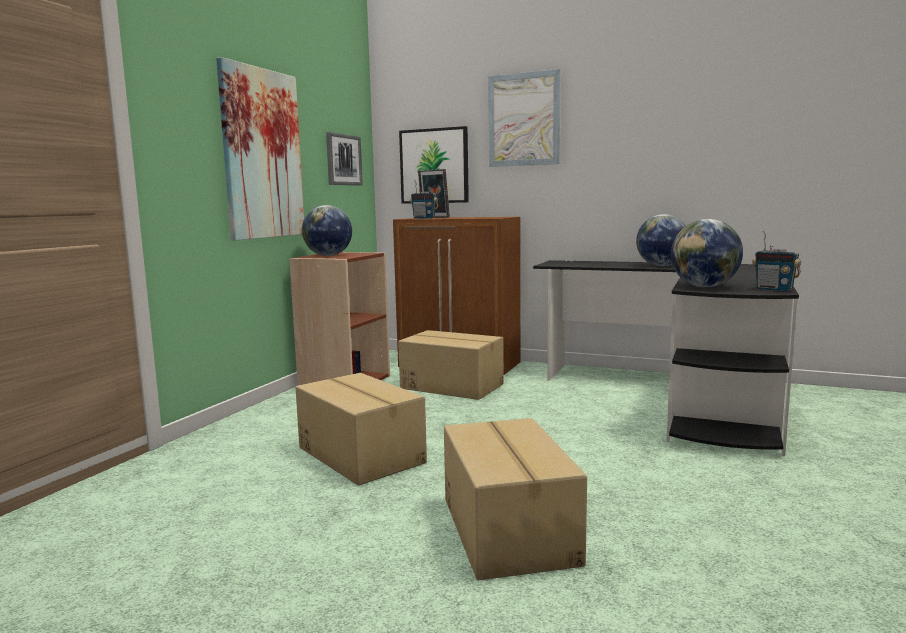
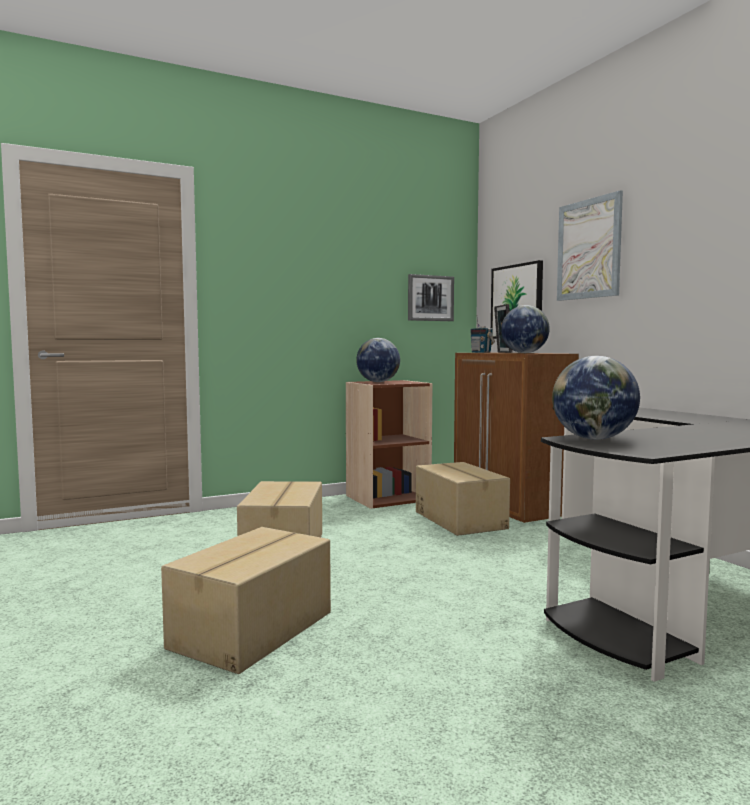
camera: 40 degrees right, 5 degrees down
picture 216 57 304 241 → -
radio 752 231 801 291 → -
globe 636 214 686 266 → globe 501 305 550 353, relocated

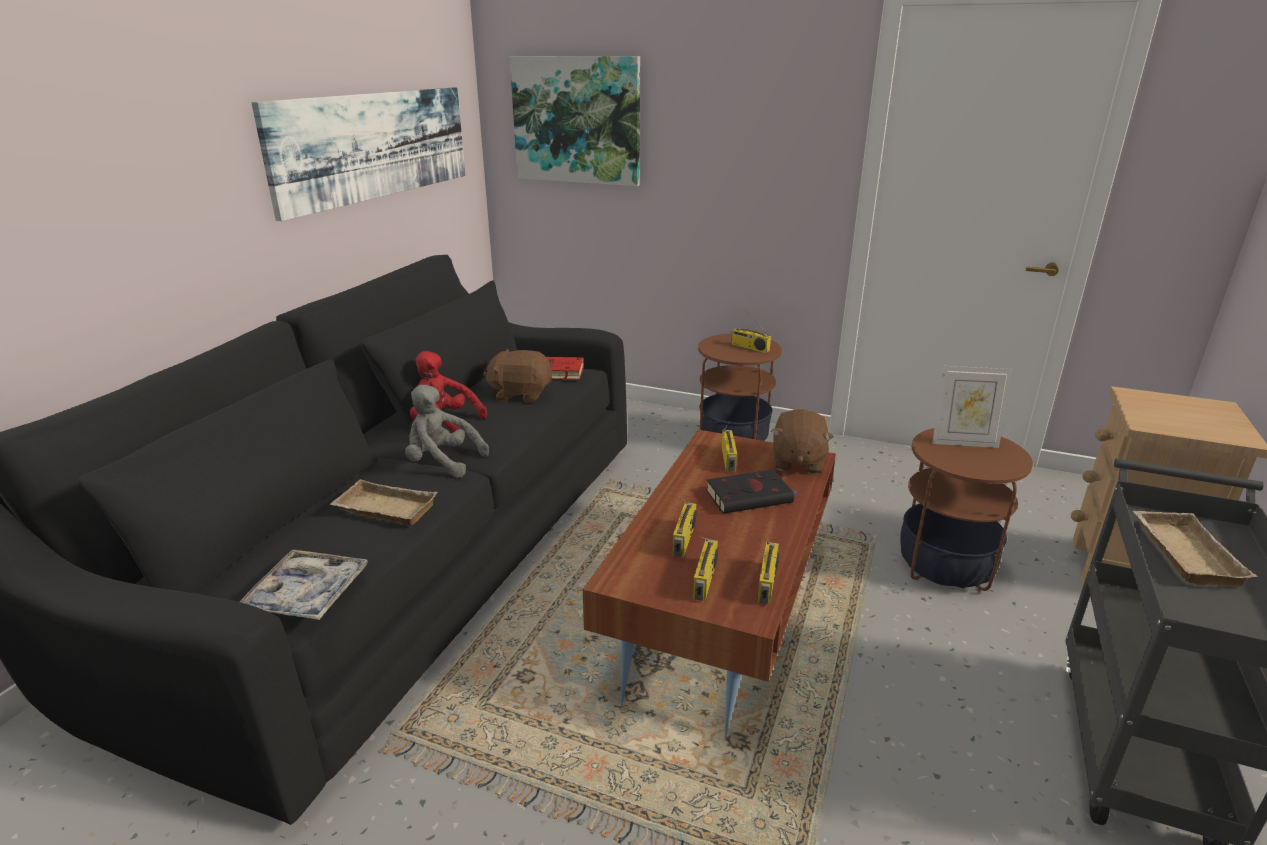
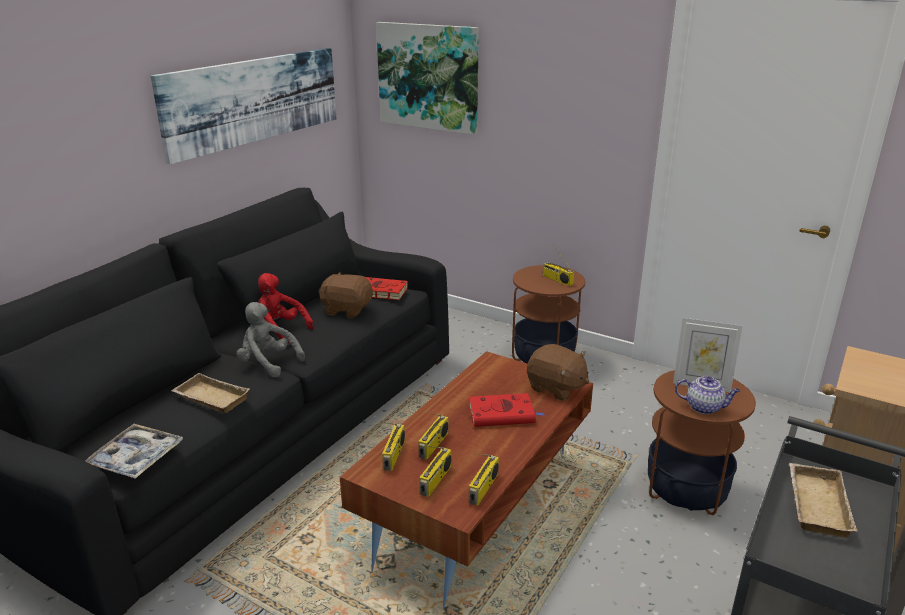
camera: 10 degrees right, 0 degrees up
- → teapot 675 376 740 414
radio 721 421 737 472 → radio 382 422 405 471, relocated
black book 706 470 798 514 → red book 469 393 544 427
brown plush toy 771 409 834 475 → brown plush toy 527 344 589 401, 75 degrees counterclockwise

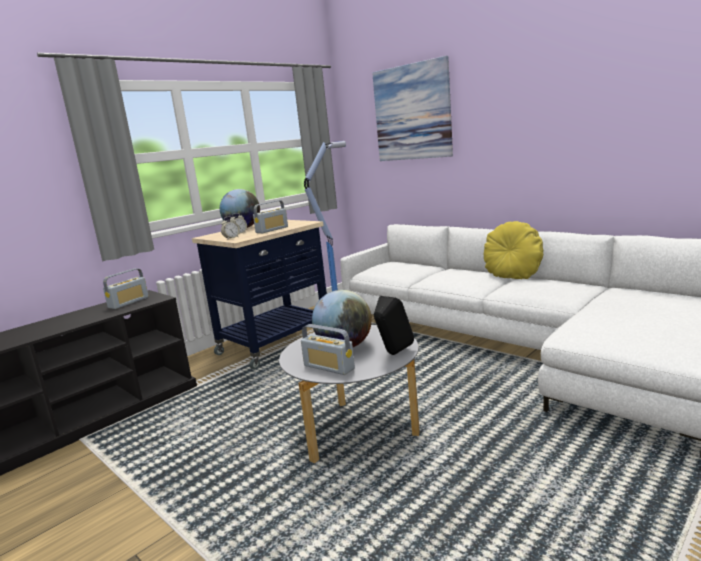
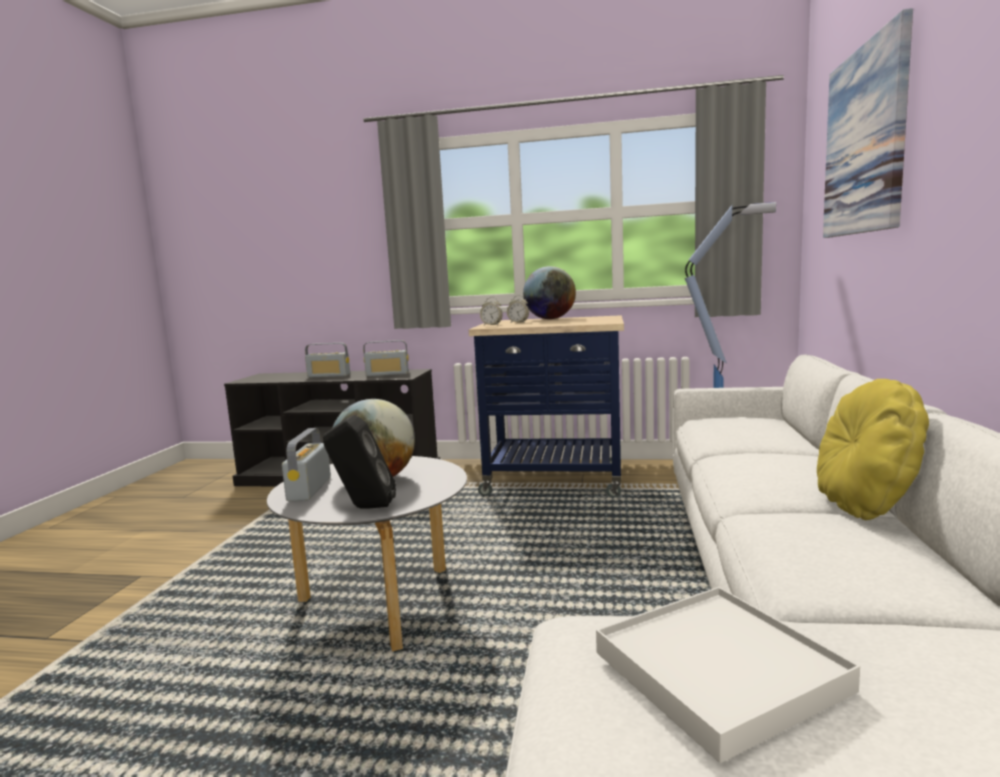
camera: 55 degrees right, 5 degrees down
- → white tray 596 587 860 763
radio 253 200 288 233 → radio 305 343 350 377, relocated

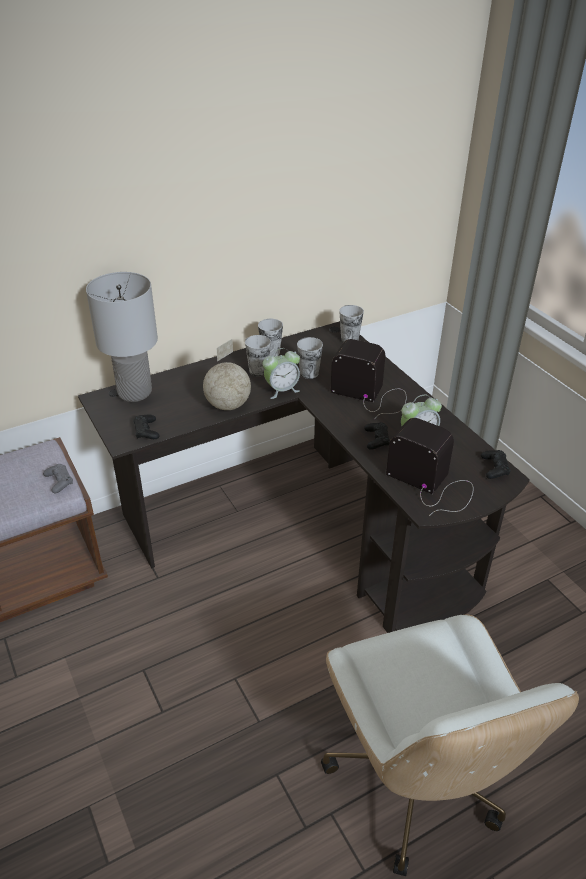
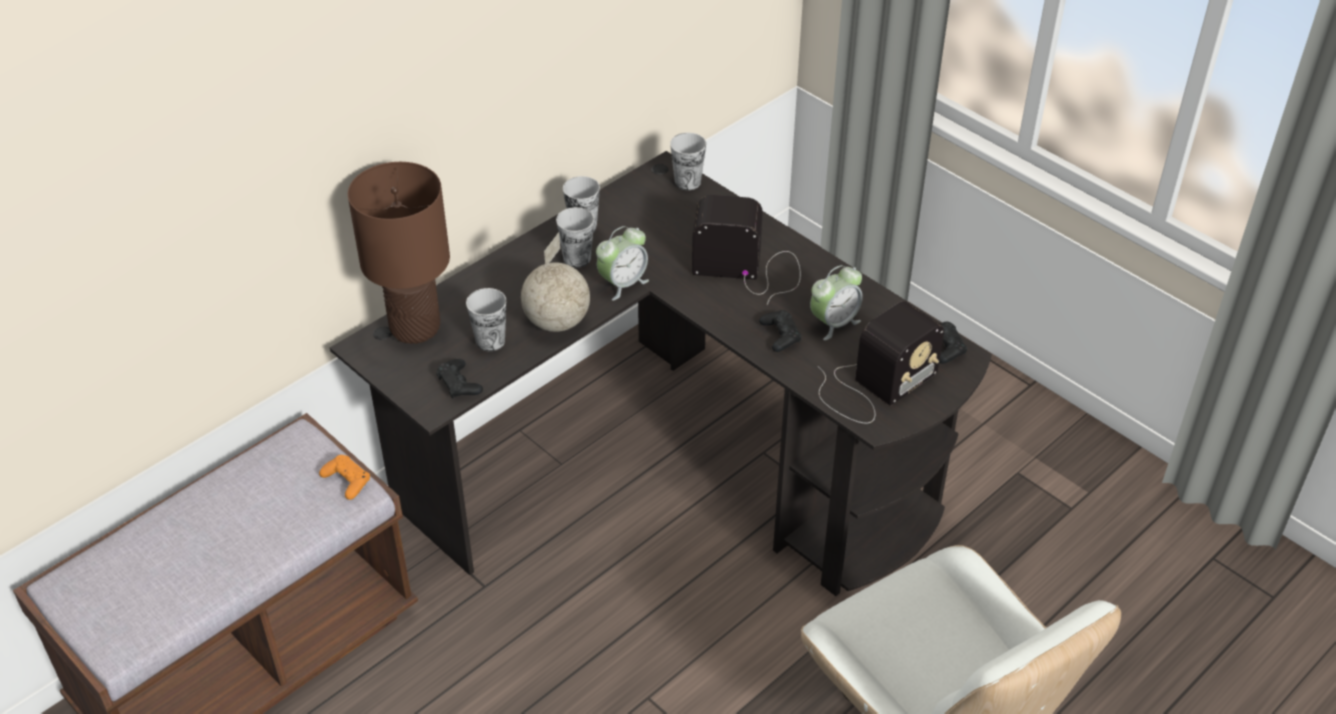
camera: 15 degrees left, 5 degrees up
cup 297 337 323 379 → cup 466 288 507 351, relocated
grey game controller 43 464 73 494 → orange game controller 319 455 370 500
grey table lamp 86 272 158 402 → brown table lamp 348 162 450 344
radio 386 418 474 516 → radio 817 301 944 424, 120 degrees clockwise

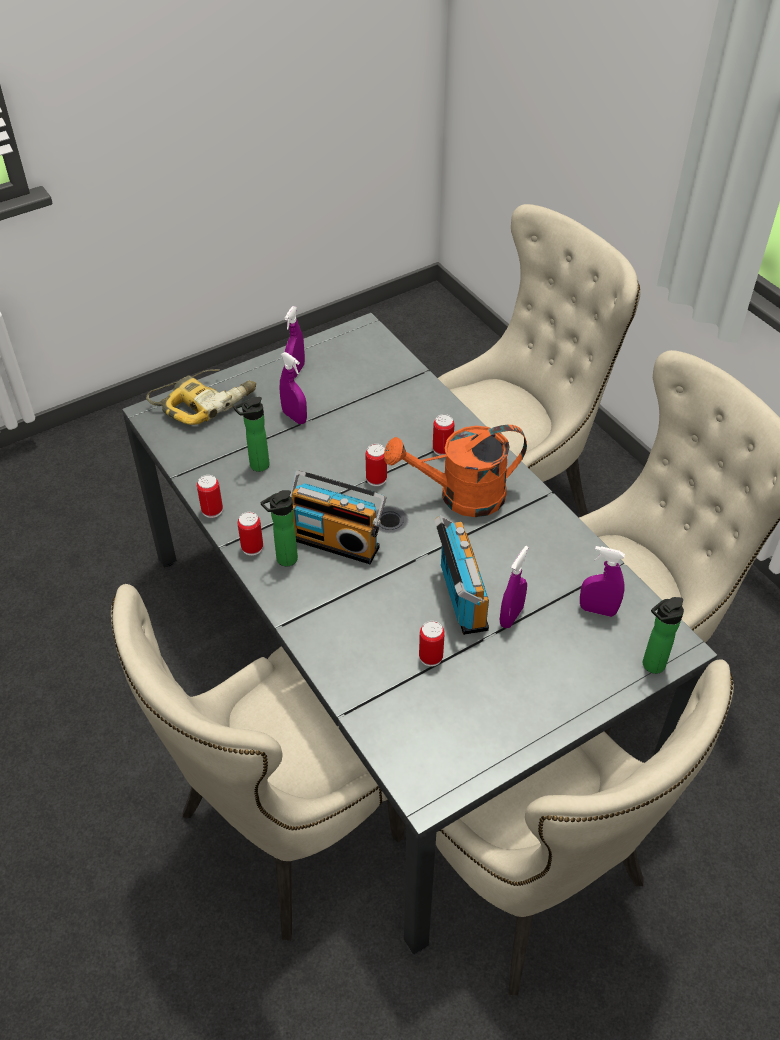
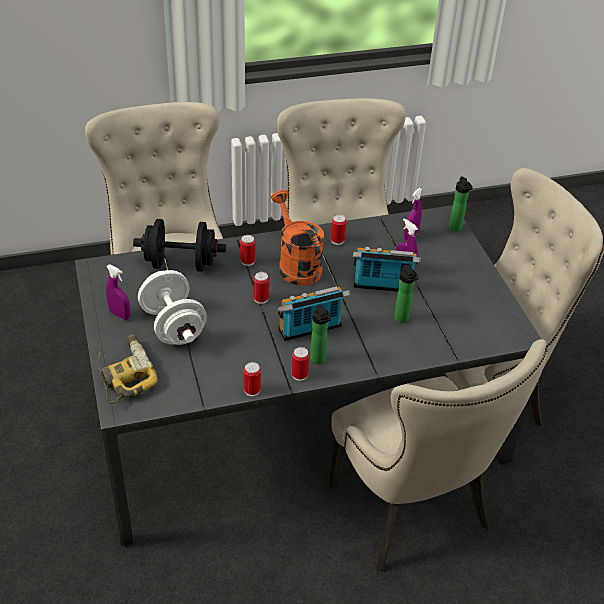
camera: 75 degrees left, 5 degrees down
- → black dumbbell 133 219 226 272
bottle 233 397 270 472 → bottle 394 264 419 323, relocated
can 419 621 445 667 → can 330 214 346 245, relocated
purple spray bottle 280 352 307 424 → white dumbbell 138 270 207 345
radio 290 470 386 564 → radio 278 286 350 341, 150 degrees counterclockwise
orange watering can 384 425 527 517 → orange watering can 271 190 324 286, 150 degrees clockwise

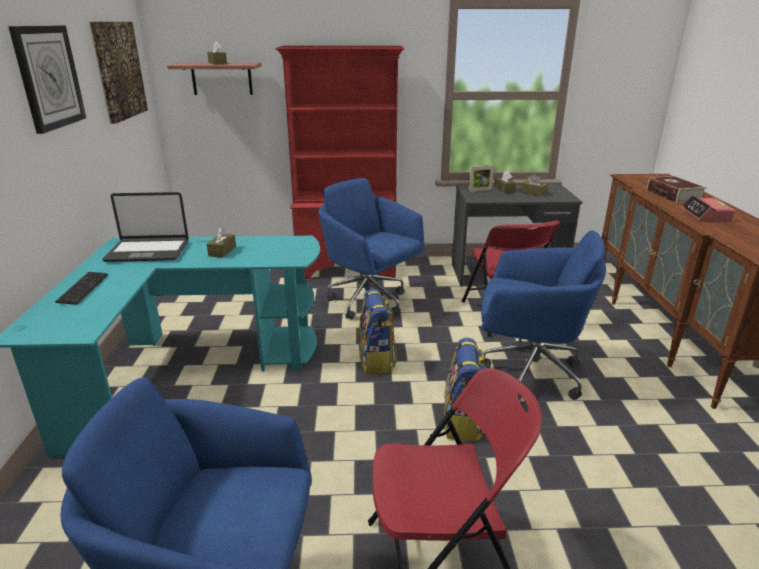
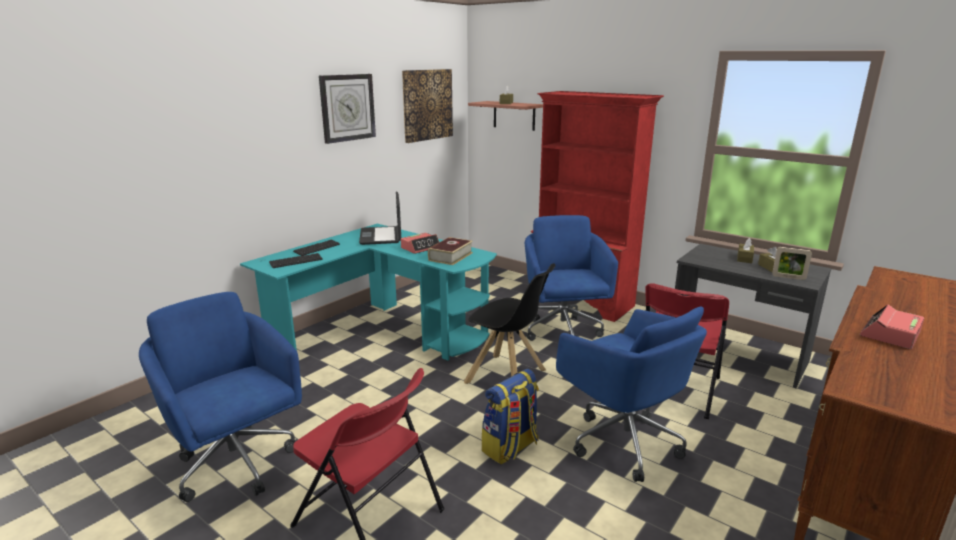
camera: 40 degrees right, 5 degrees down
- → keyboard 269 253 323 268
picture frame 469 165 494 192 → picture frame 772 247 812 280, relocated
book 647 176 707 203 → book 428 237 473 265, relocated
brown tissue box 207 227 236 258 → alarm clock 401 233 439 254
backpack 357 288 397 375 → black chair 464 263 555 384
laptop 103 192 189 262 → laptop 359 192 401 245, 45 degrees clockwise

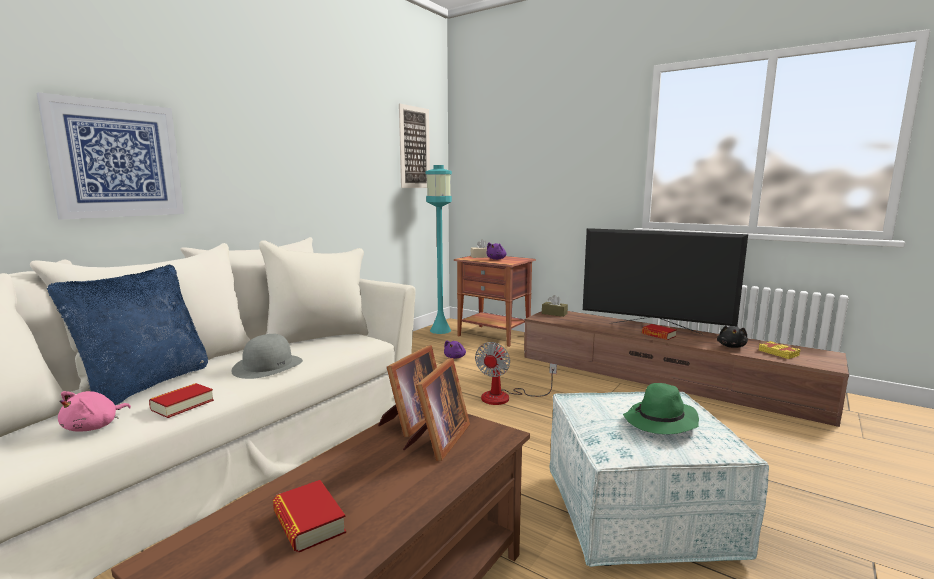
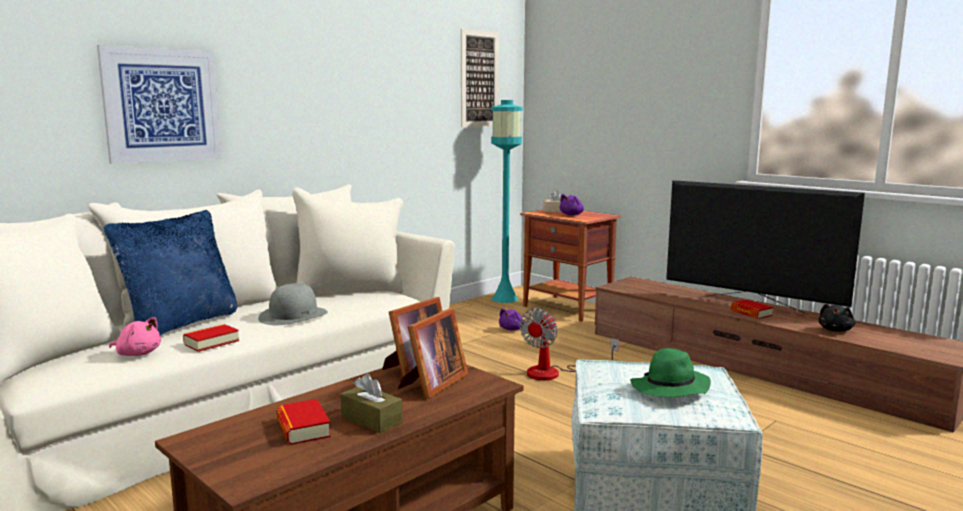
camera: 10 degrees right, 0 degrees up
yellow book 759 341 800 359 → -
brown tissue box 542 295 568 317 → brown tissue box 340 373 403 433, relocated
pink plush toy 58 391 131 432 → pink plush toy 109 317 161 356, 105 degrees counterclockwise

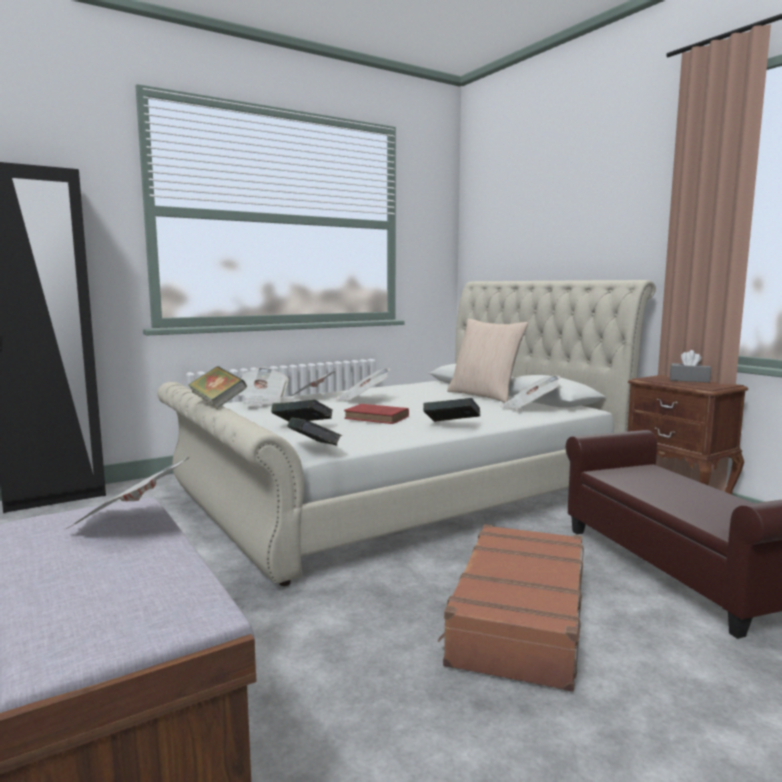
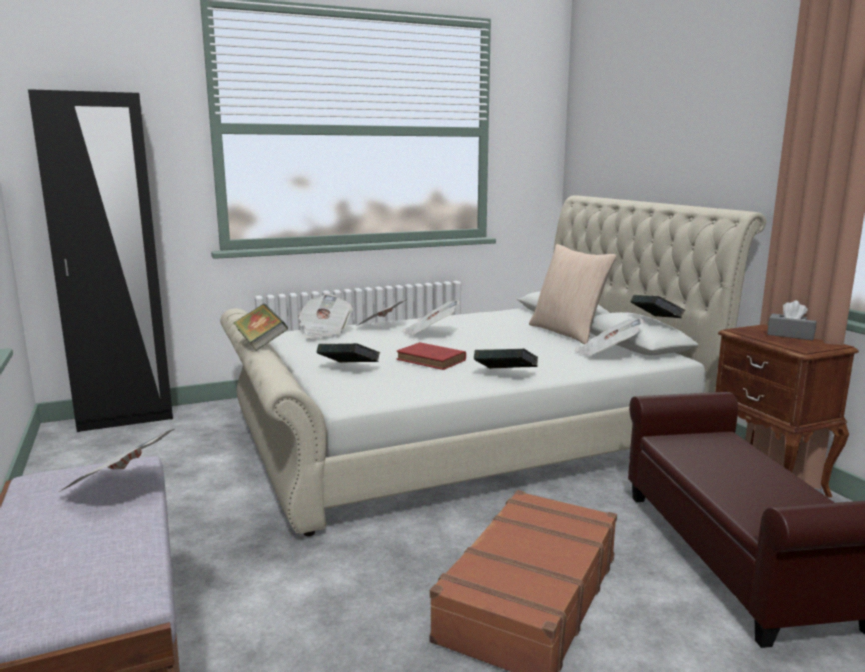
camera: 10 degrees right, 5 degrees up
book 287 418 342 445 → book 630 295 686 318, relocated

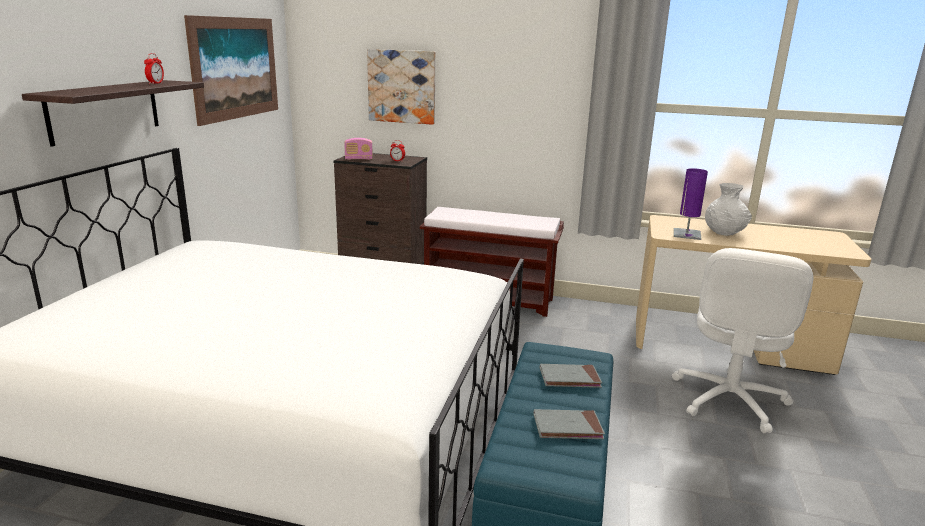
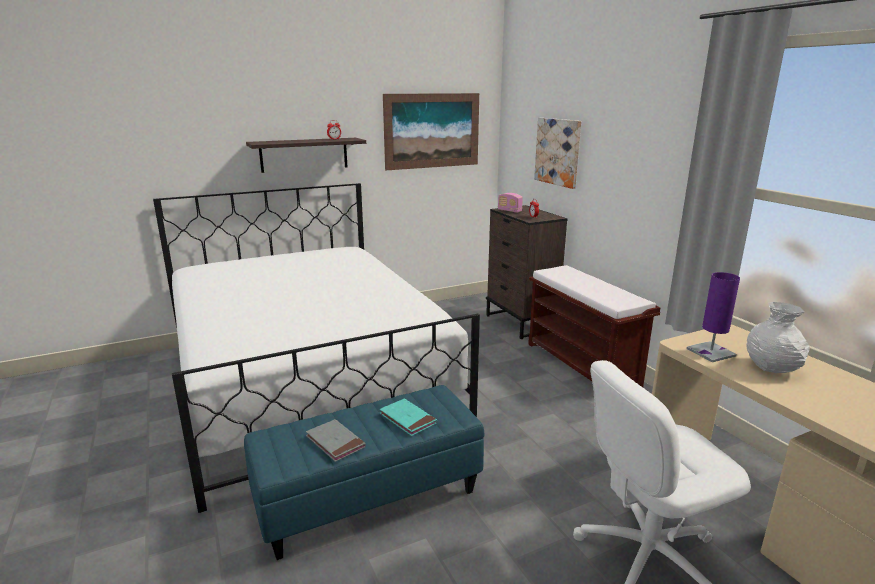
camera: 50 degrees right, 0 degrees up
grey book 540 364 602 388 → turquoise book 380 398 437 436

